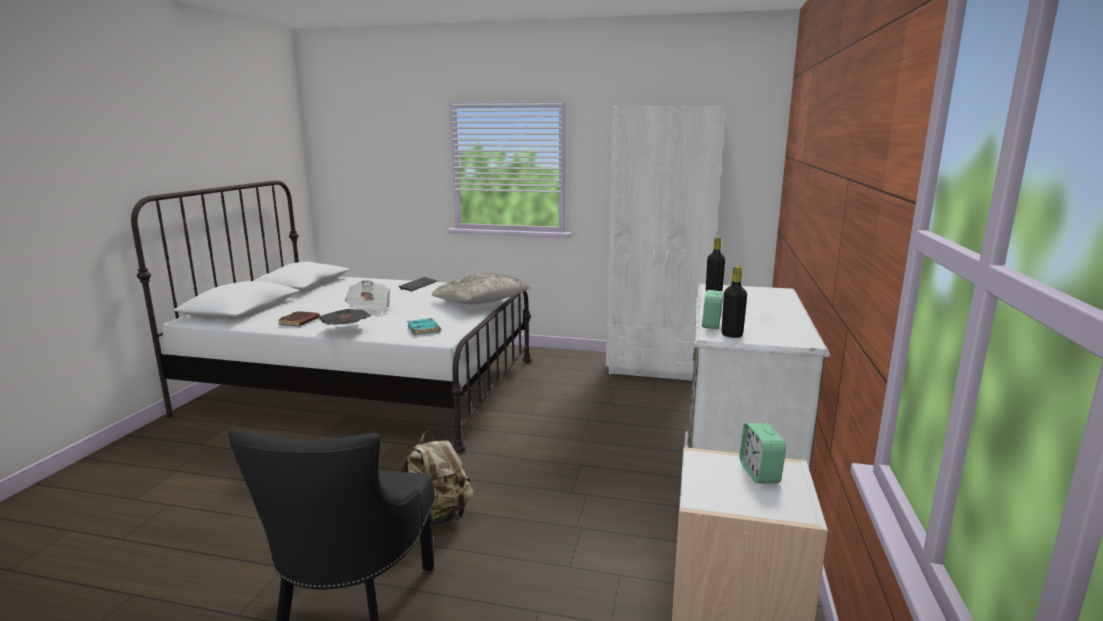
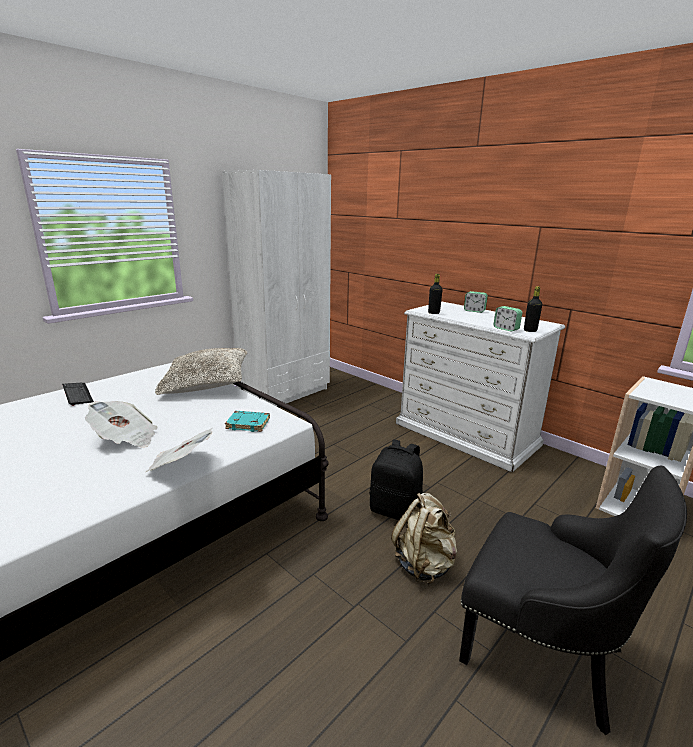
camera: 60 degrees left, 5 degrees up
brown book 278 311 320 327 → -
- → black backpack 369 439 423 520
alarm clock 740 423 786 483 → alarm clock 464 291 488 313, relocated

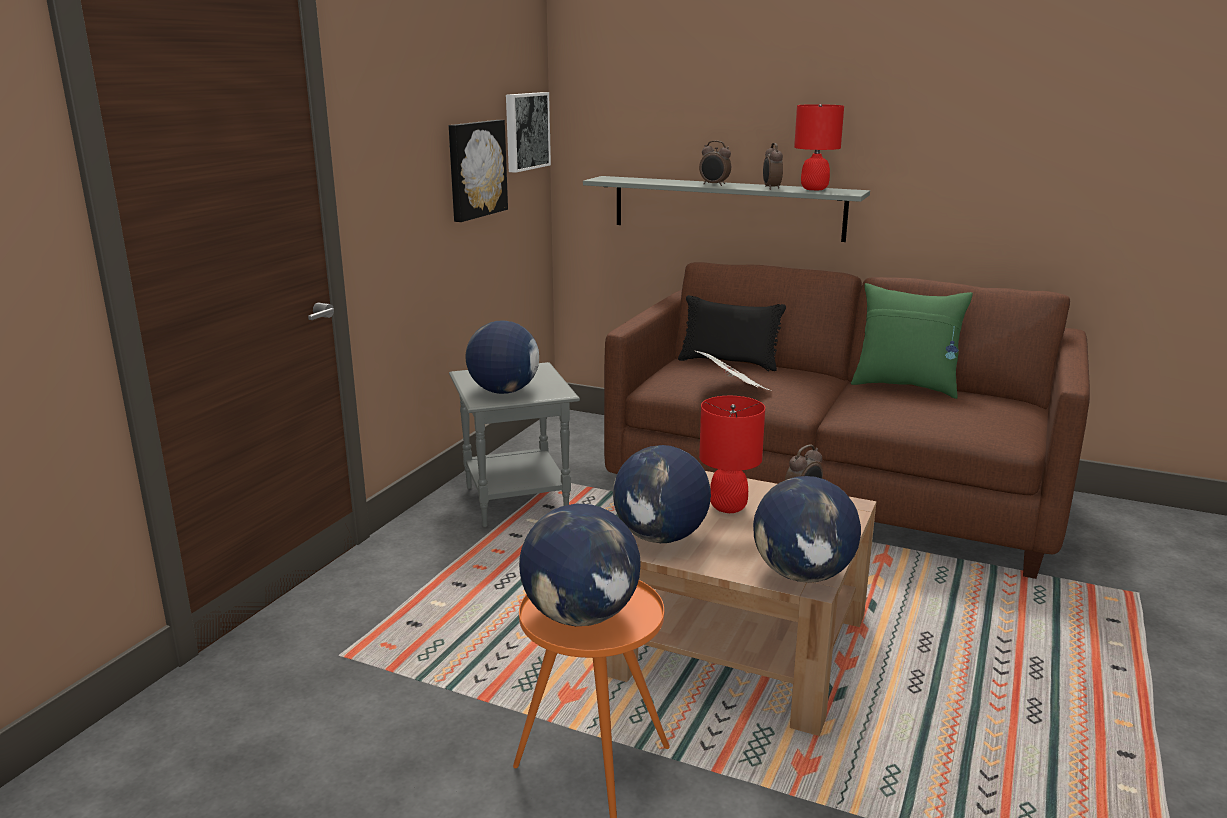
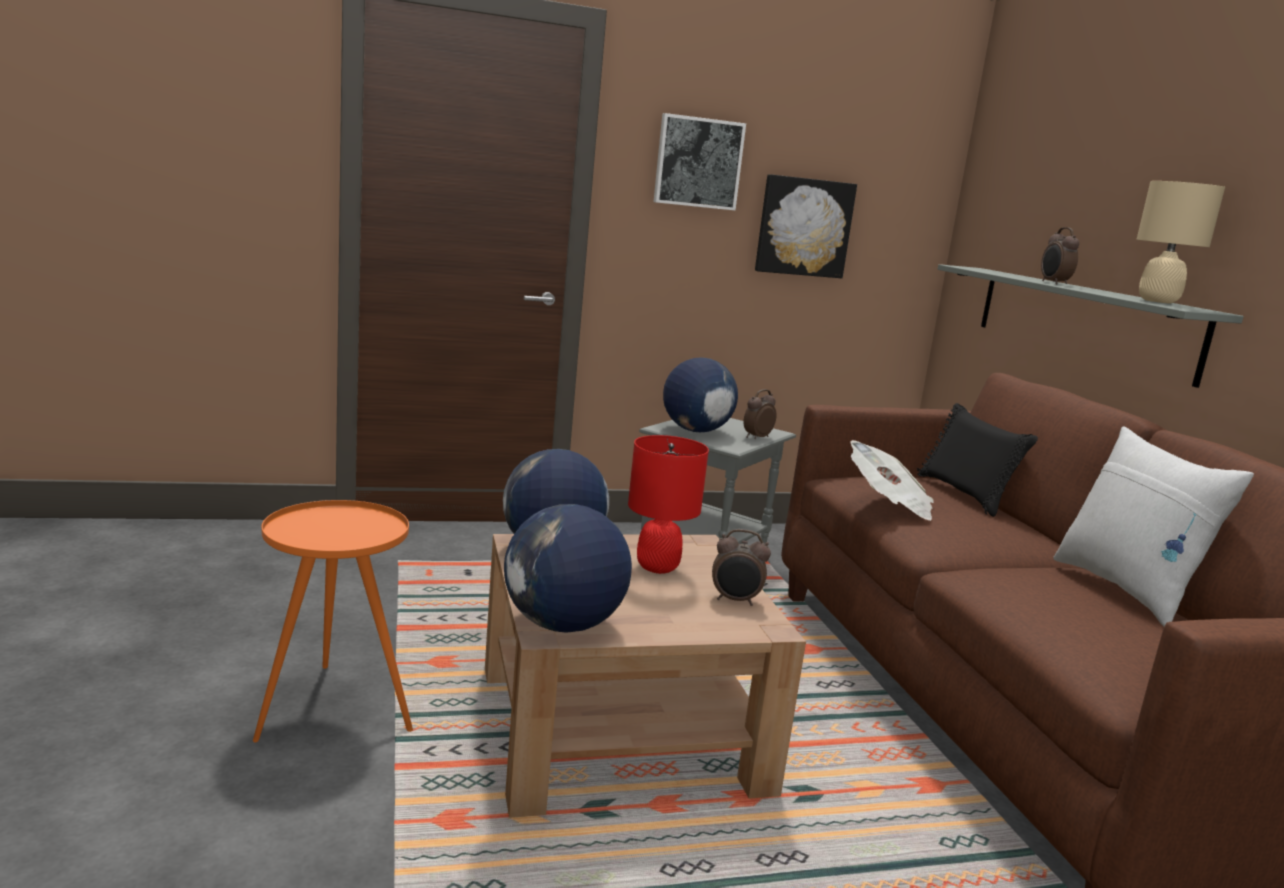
camera: 50 degrees right, 5 degrees down
globe 519 504 641 626 → -
picture 506 92 551 173 → picture 653 113 746 210, relocated
alarm clock 763 143 783 190 → alarm clock 744 389 777 439, relocated
red table lamp 794 104 844 191 → beige table lamp 1136 181 1225 303
green pillow 851 283 973 399 → grey pillow 1053 426 1254 626

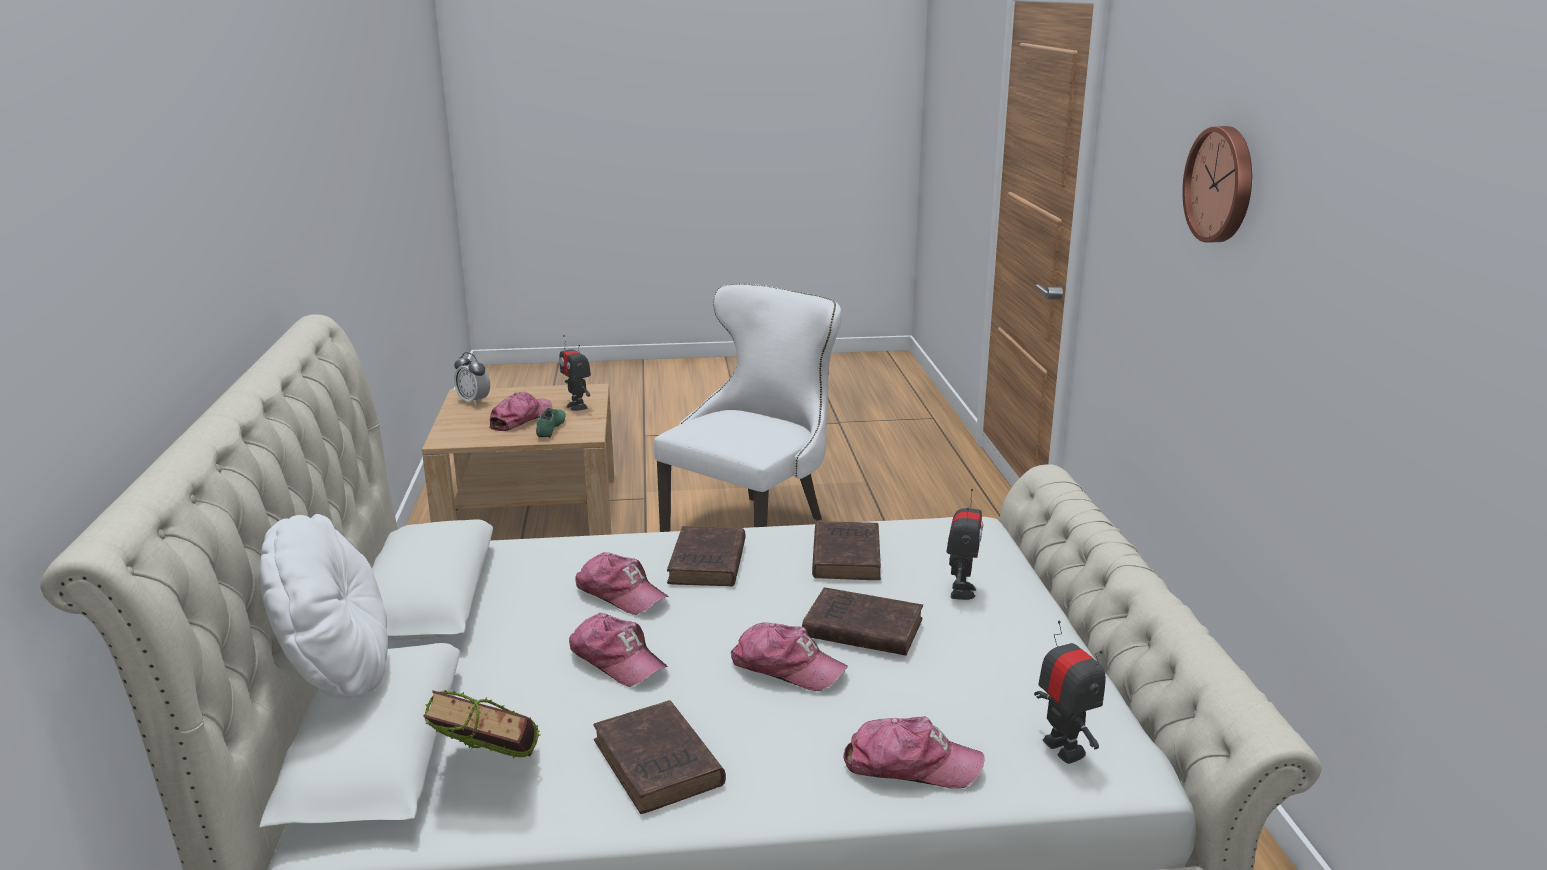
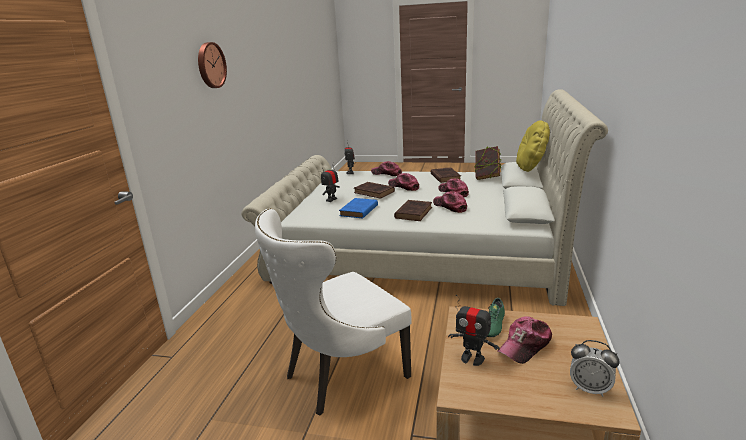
camera: 160 degrees left, 0 degrees up
white pillow 259 514 388 699 → yellow pillow 516 121 550 172
brown book 812 521 881 580 → blue book 339 198 378 219
alarm clock 454 352 490 406 → alarm clock 570 340 620 397, 150 degrees clockwise
toy robot 559 335 591 411 → toy robot 448 295 500 366, 135 degrees clockwise

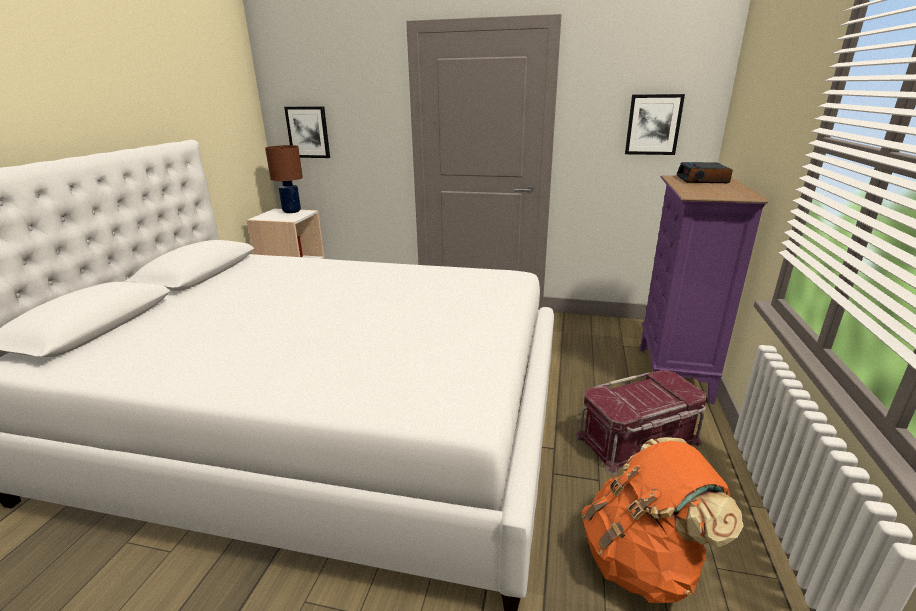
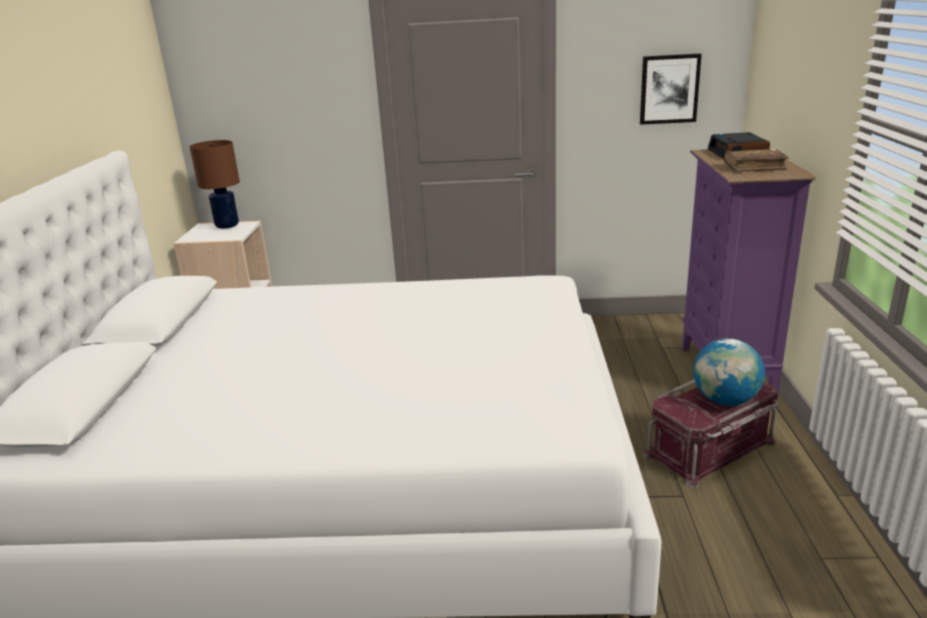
camera: 10 degrees left, 0 degrees up
picture 284 106 330 158 → -
orange backpack 582 437 744 603 → -
- → globe 693 339 765 406
- → brown book 724 149 789 172

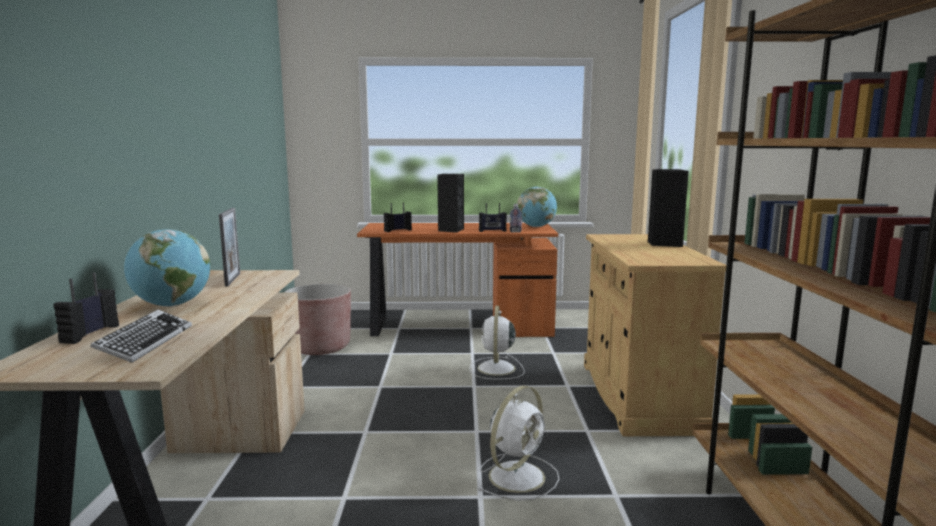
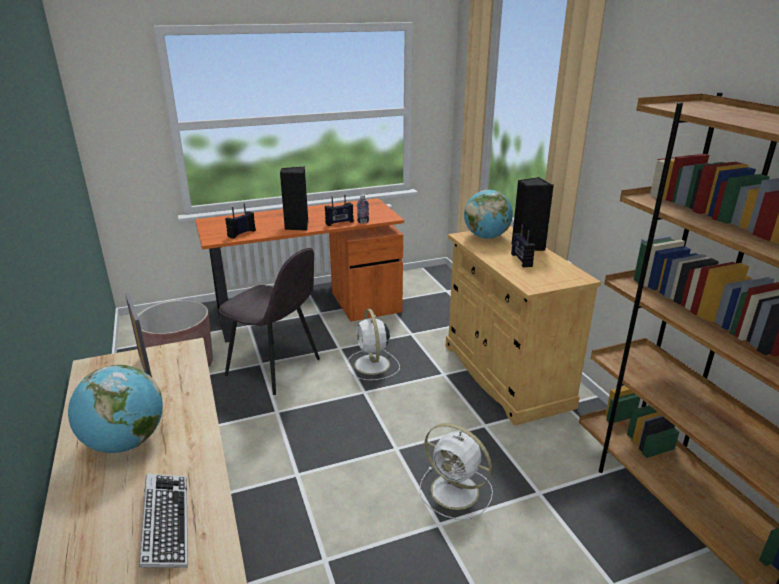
camera: 20 degrees left, 15 degrees up
- → grey chair 219 248 320 395
radio 54 272 119 344 → radio 511 224 535 267, relocated
globe 517 187 557 227 → globe 464 190 513 239, relocated
white fan 477 386 559 501 → white fan 419 423 493 520, 105 degrees clockwise

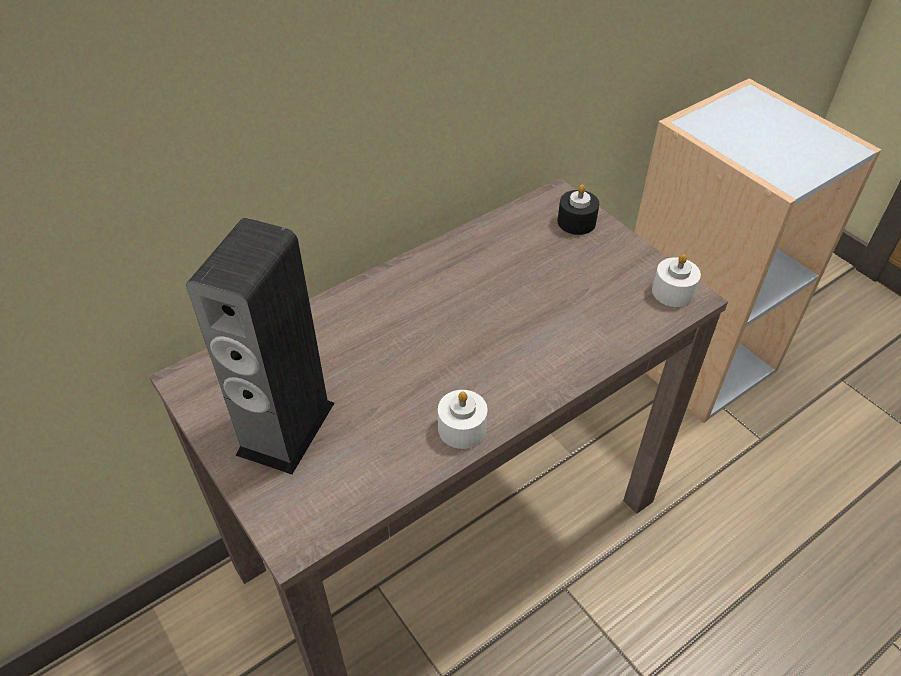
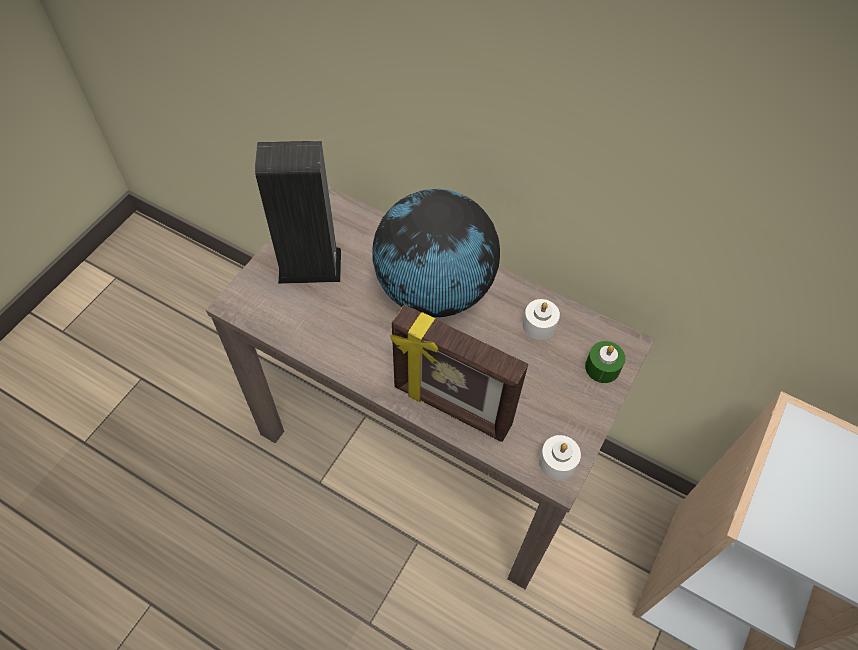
camera: 65 degrees right, 10 degrees up
- → globe 372 189 500 317
- → picture frame 390 304 528 442
white candle 438 390 487 449 → white candle 523 299 560 340, relocated
black candle 558 184 599 235 → green candle 585 341 625 383

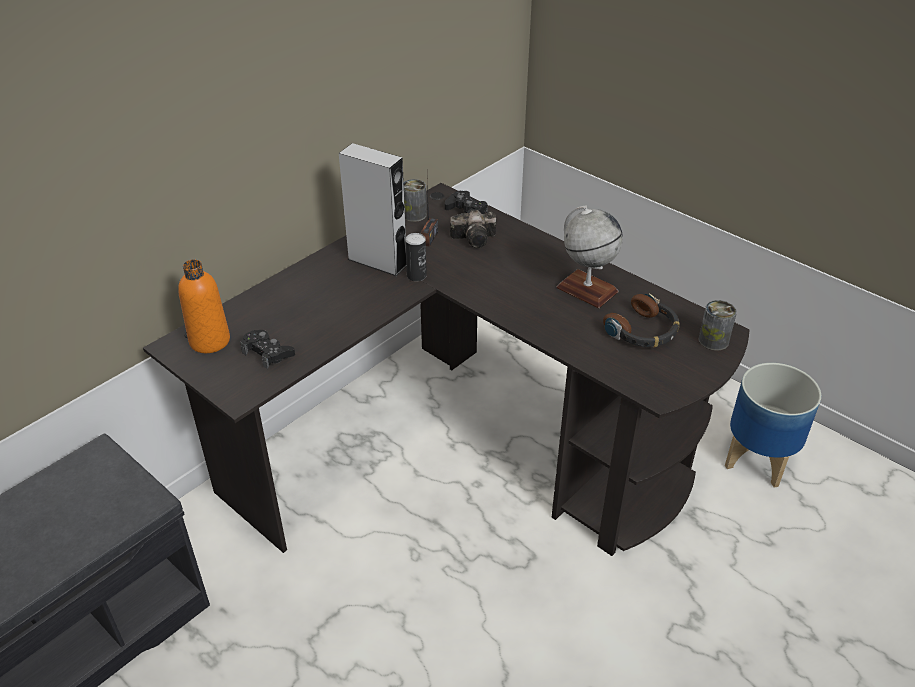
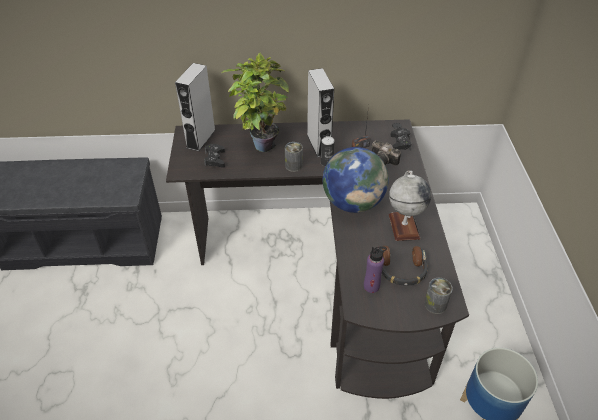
camera: 45 degrees right, 5 degrees up
- → potted plant 222 53 289 152
- → globe 323 147 389 213
- → purple bottle 364 246 387 293
can 404 179 427 222 → can 285 142 303 172, relocated
orange bottle 178 259 230 353 → grey speaker 175 63 215 151

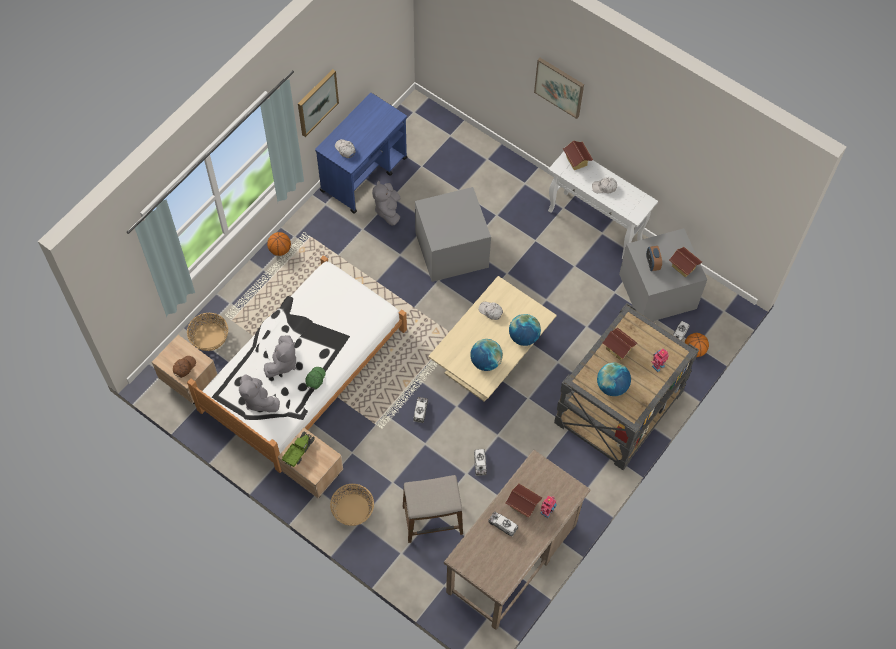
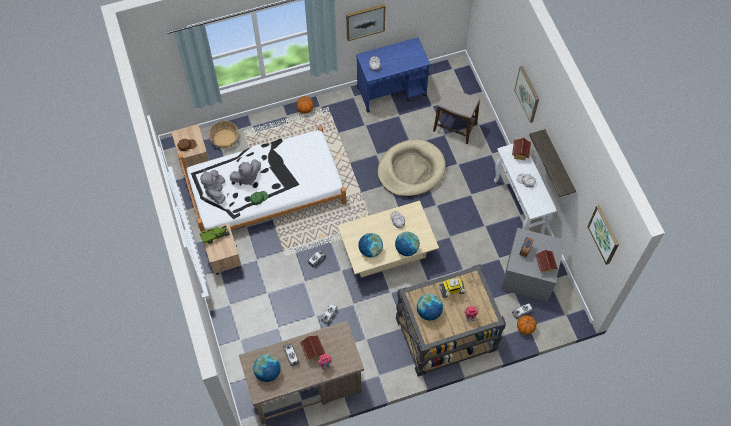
camera: 35 degrees right, 0 degrees up
basket 330 484 374 526 → -
grey plush toy 372 181 401 226 → -
- → globe 253 355 281 382
- → shelf 529 129 576 197
- → picture 587 205 619 265
stool 403 475 463 543 → stool 433 87 480 144, relocated
grey storage box 415 187 491 282 → beige dog bed 378 139 446 197
toy house 603 327 638 360 → toy robot 439 278 465 298

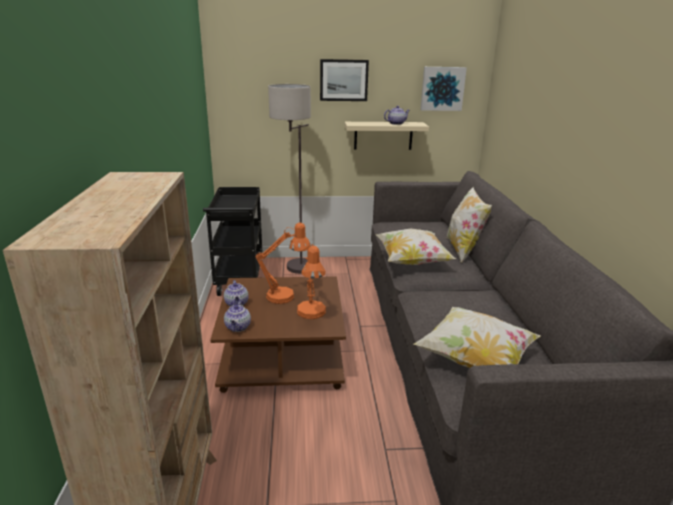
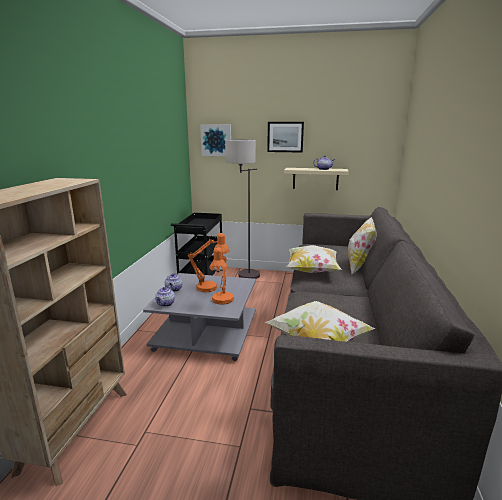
camera: 15 degrees right, 5 degrees down
picture 421 67 467 111 → picture 200 125 231 156, relocated
brown coffee table 210 276 346 393 → grey coffee table 143 273 256 361

